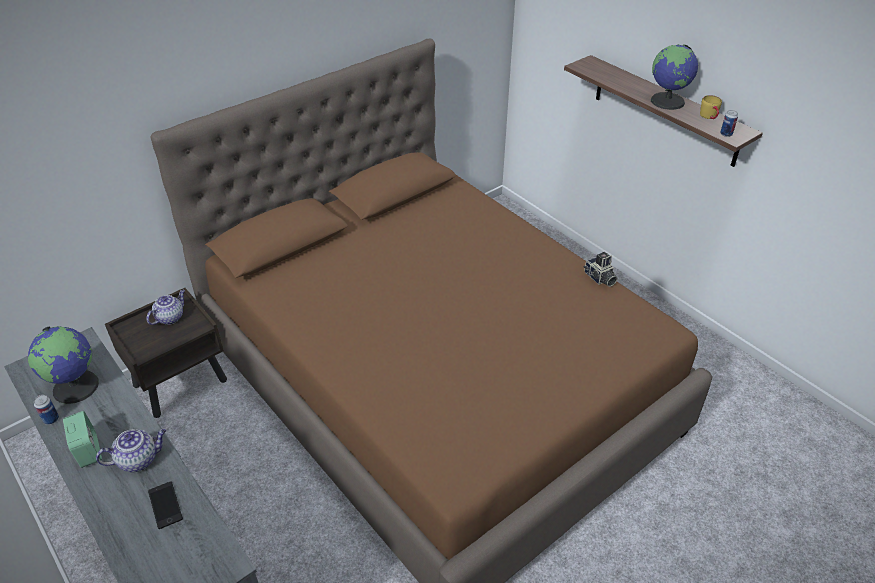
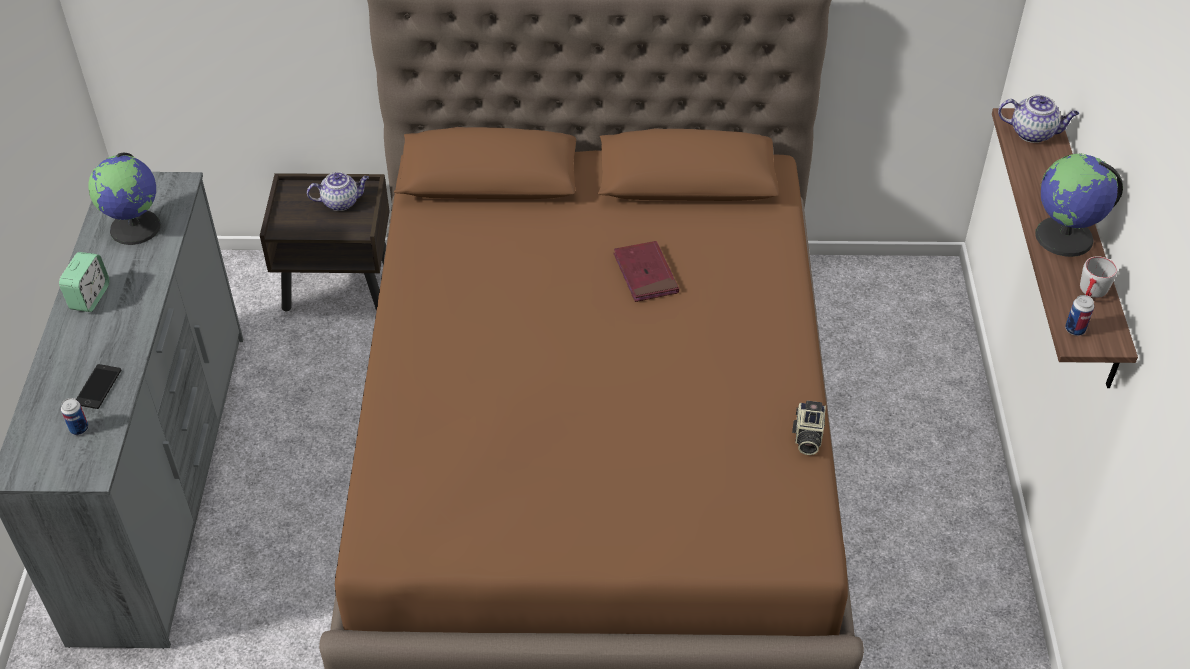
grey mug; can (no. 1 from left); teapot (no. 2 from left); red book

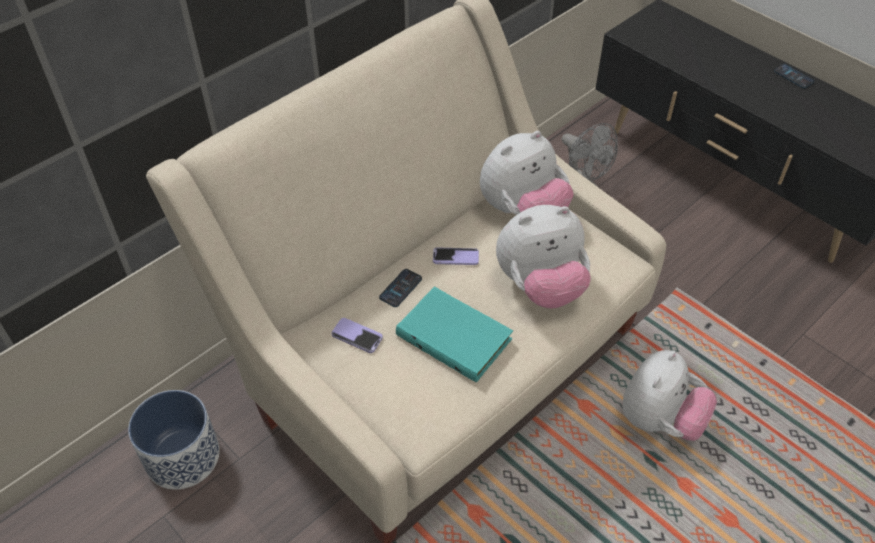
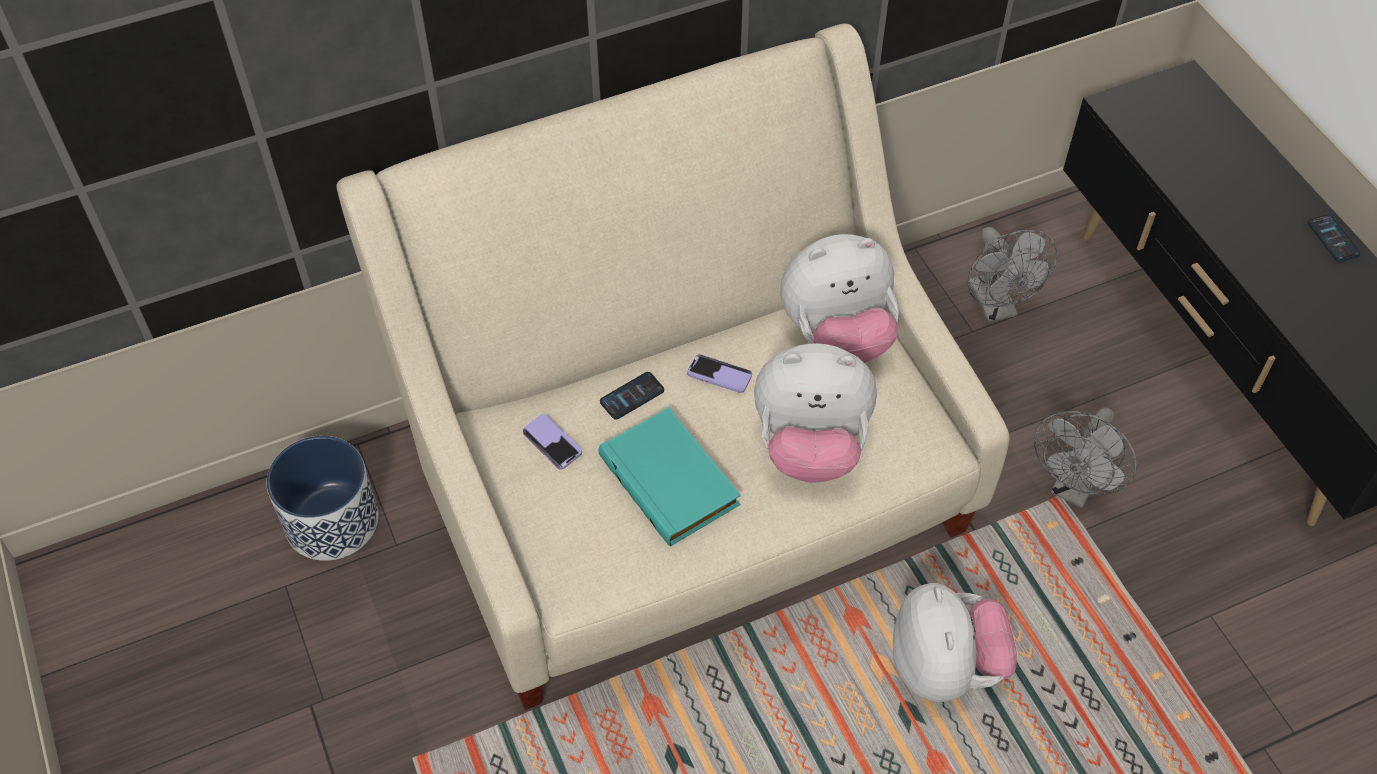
plush toy (no. 3 from left); grey fan (no. 2 from left)

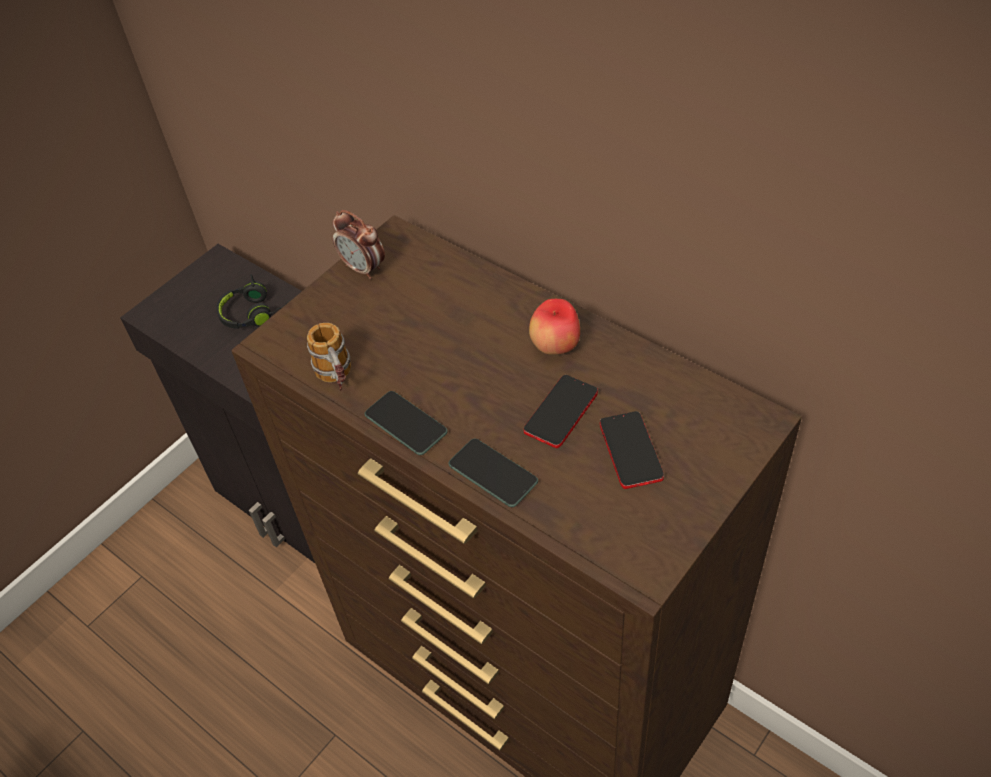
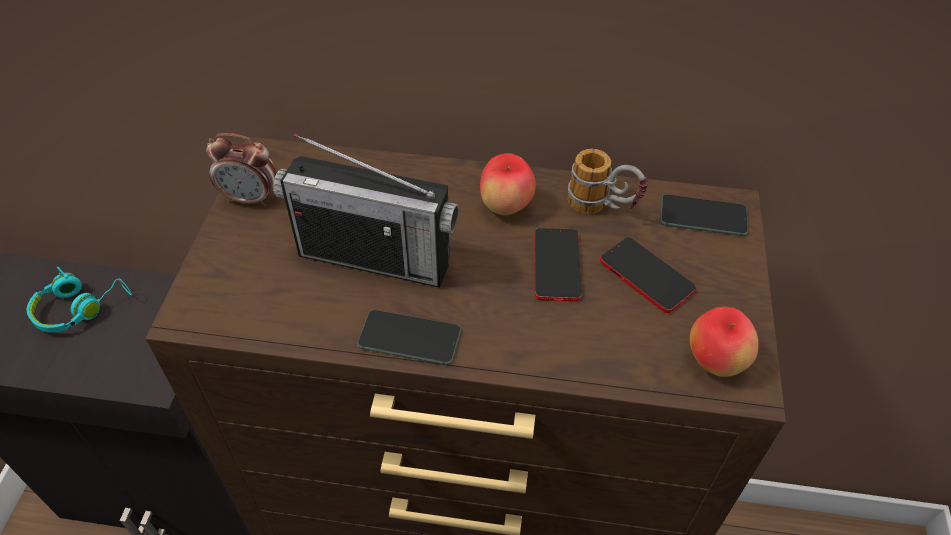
turquoise headphones; mug; phone (no. 4 from left); radio; apple (no. 2 from left)

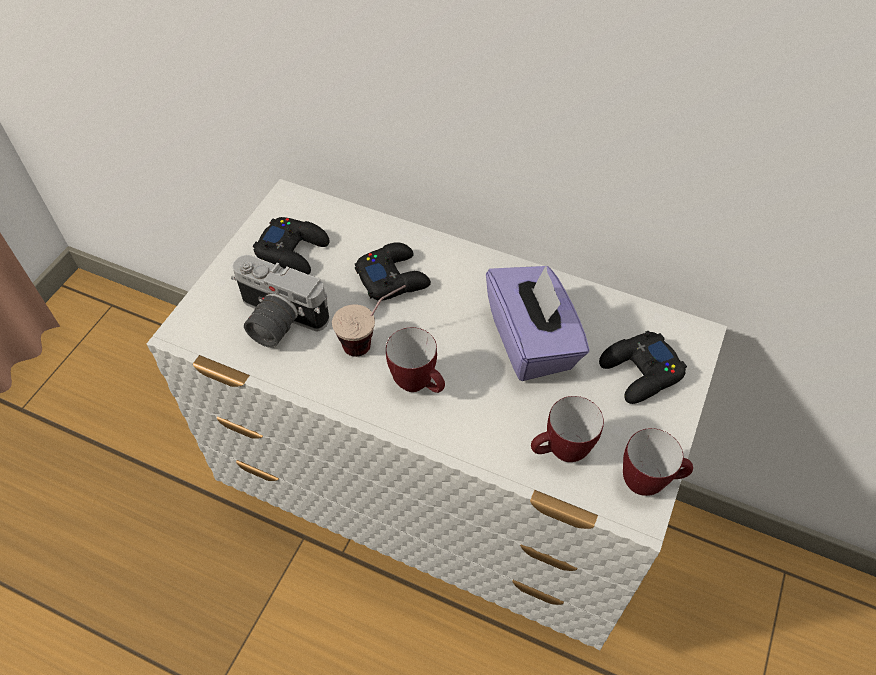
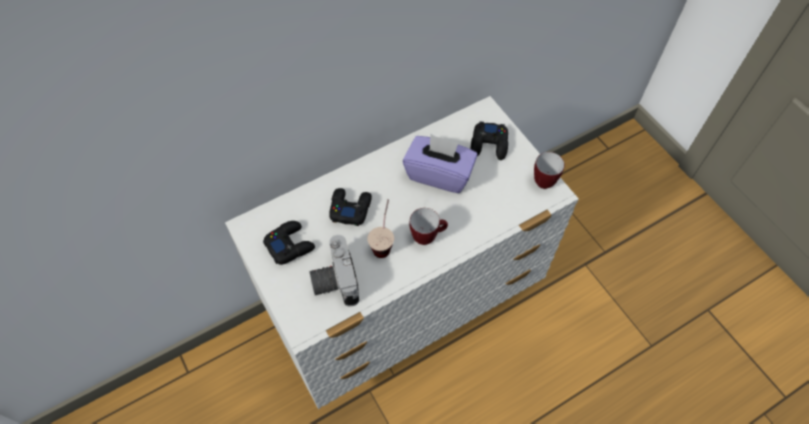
photo camera; mug (no. 2 from left in the first image)

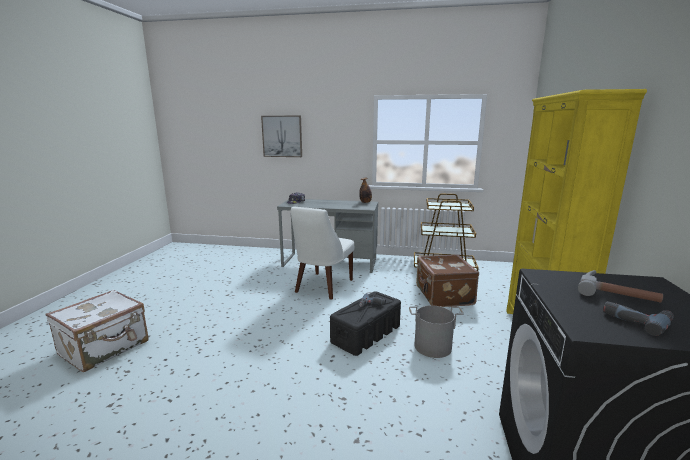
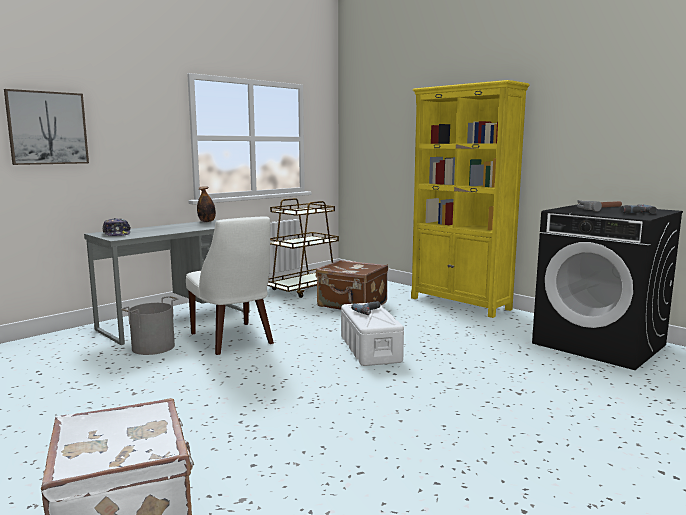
white storage box; grey bucket

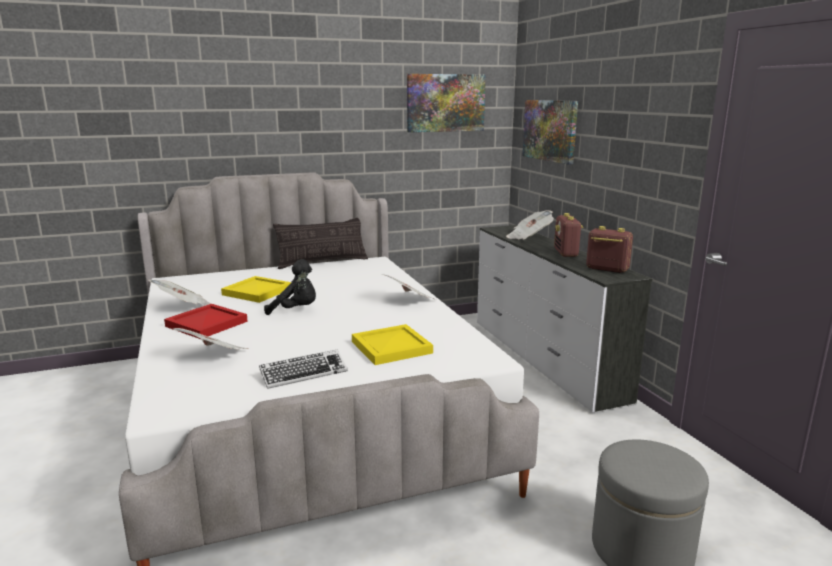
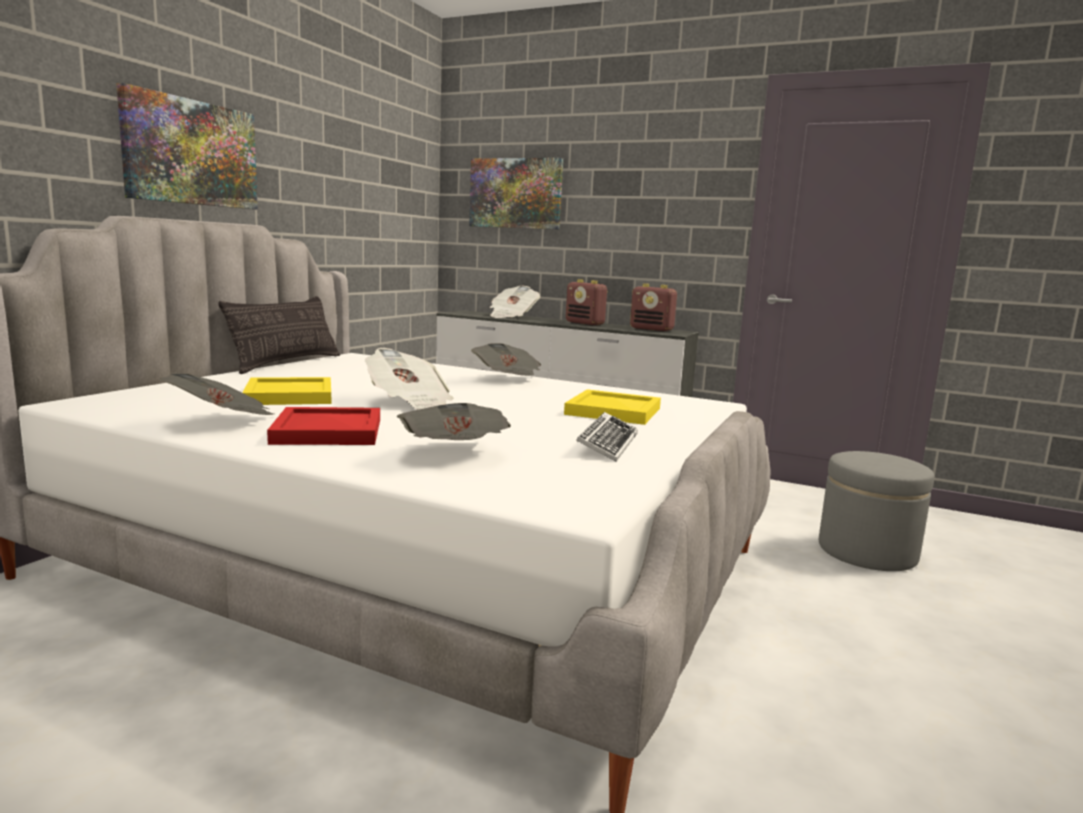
picture (no. 1 from left); radio (no. 2 from left); newspaper (no. 2 from left)

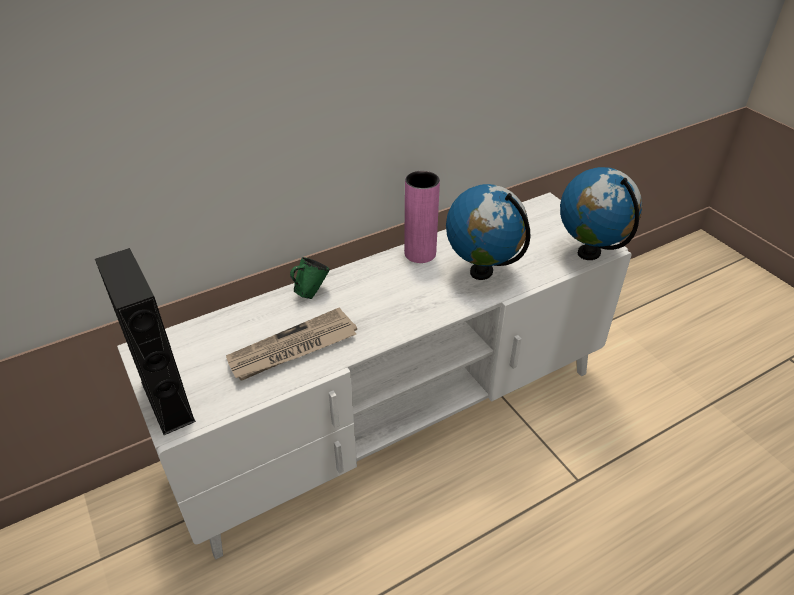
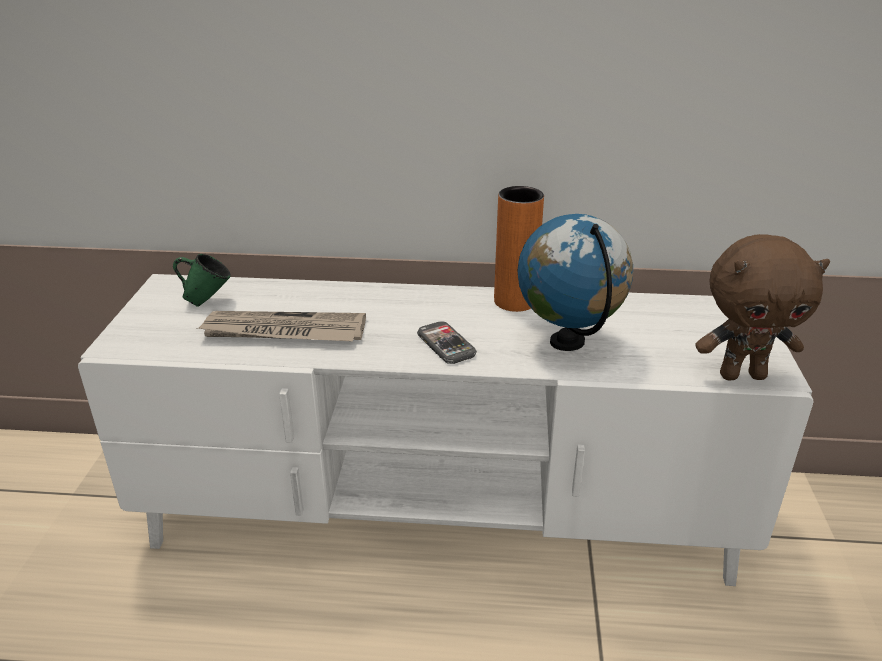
brown plush toy; orange vase; black speaker; green mug; phone

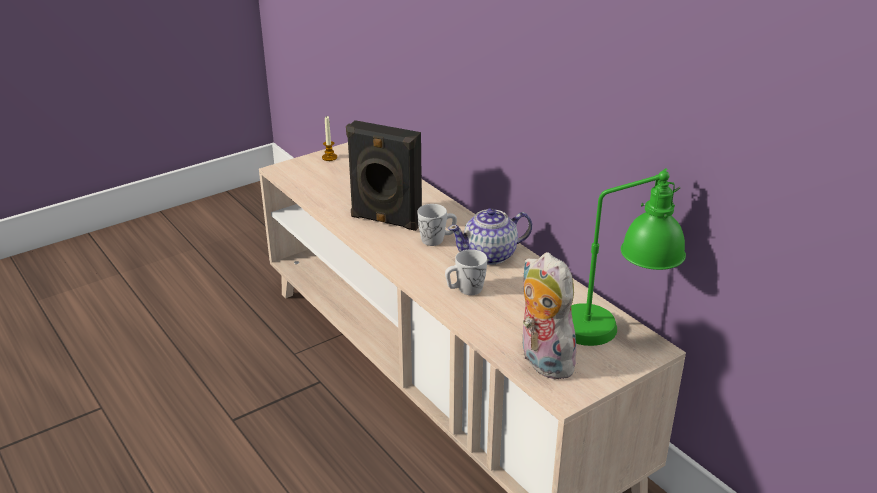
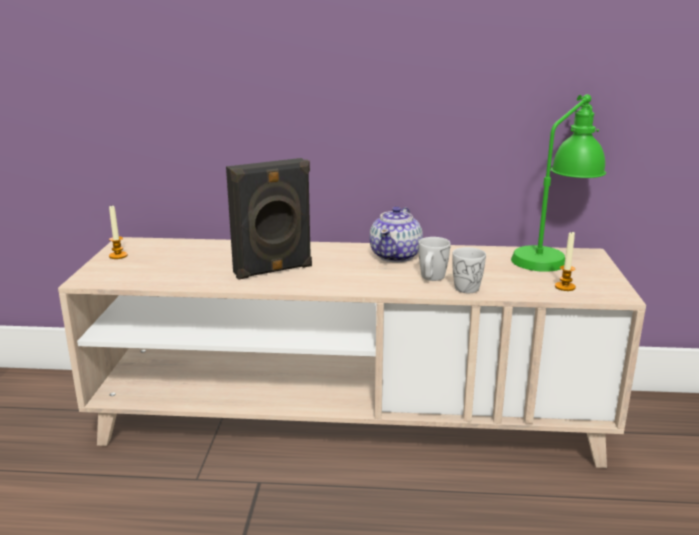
white mug (no. 2 from left); candle (no. 2 from left)

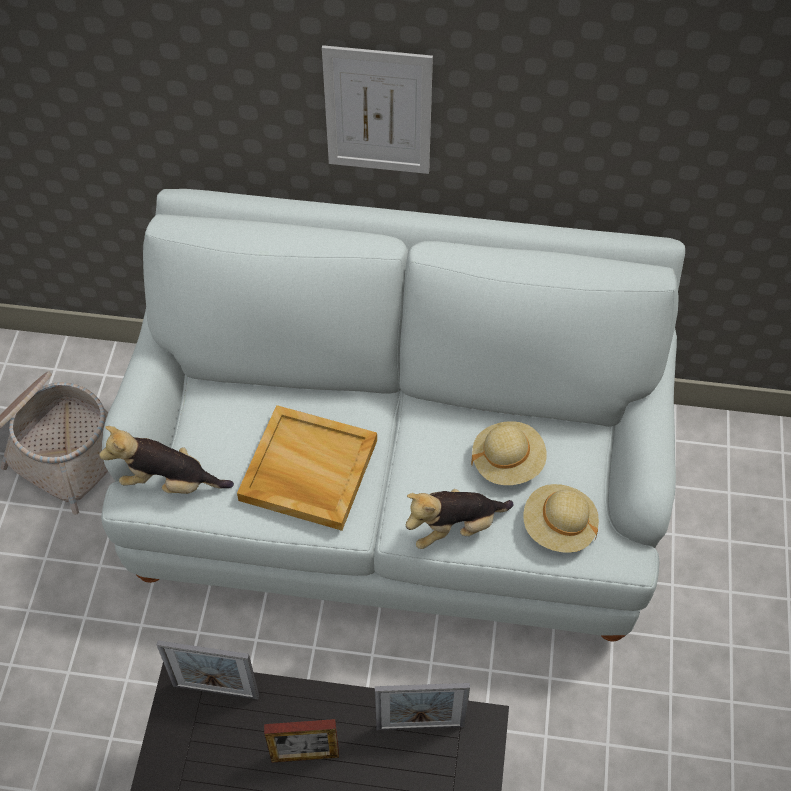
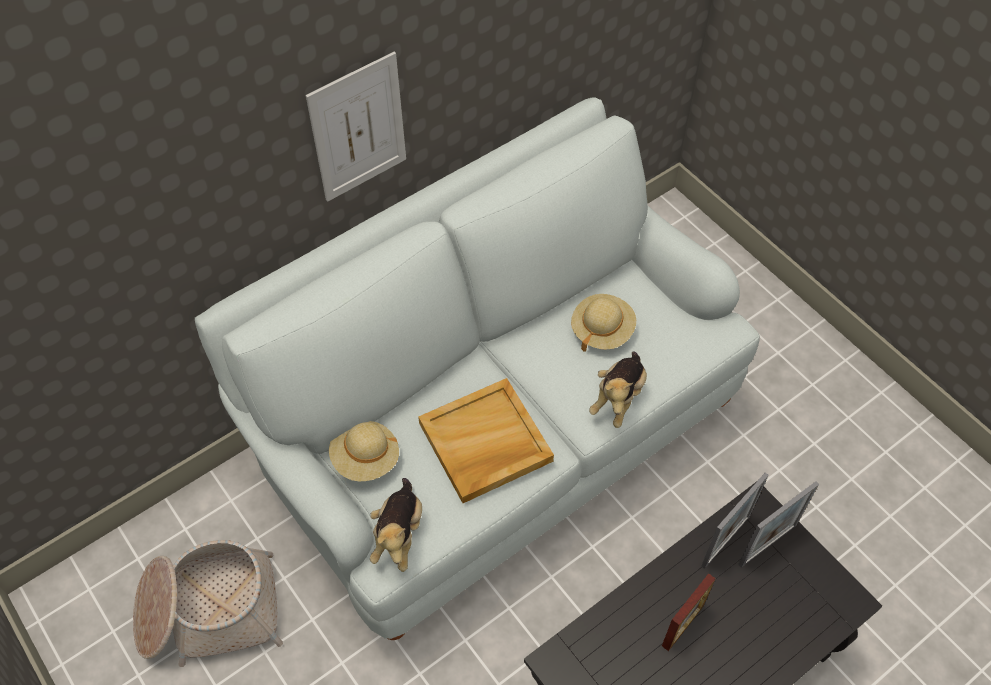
plush toy (no. 1 from left); beige hat (no. 1 from left); picture frame (no. 3 from left)

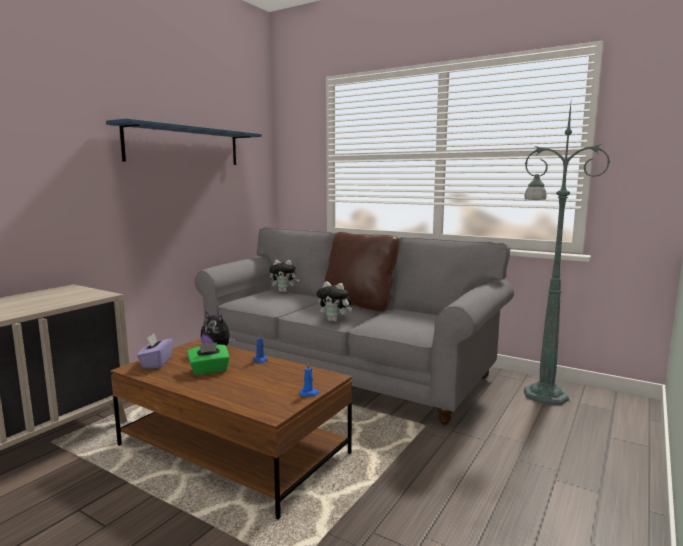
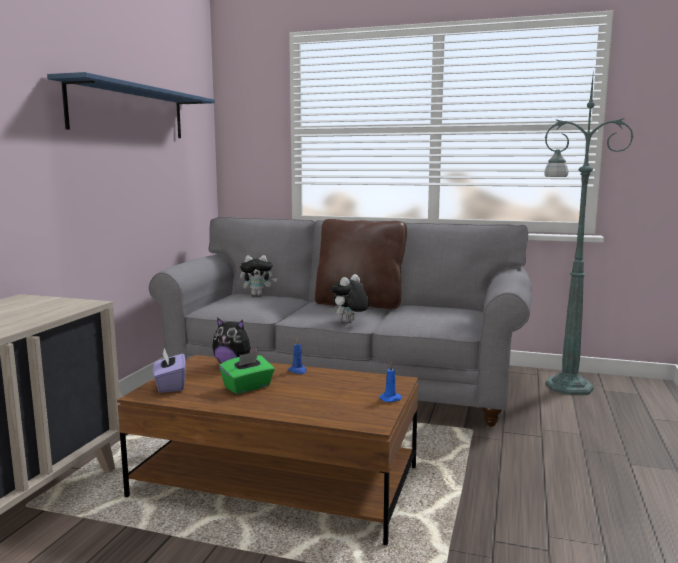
plush toy (no. 3 from left)

